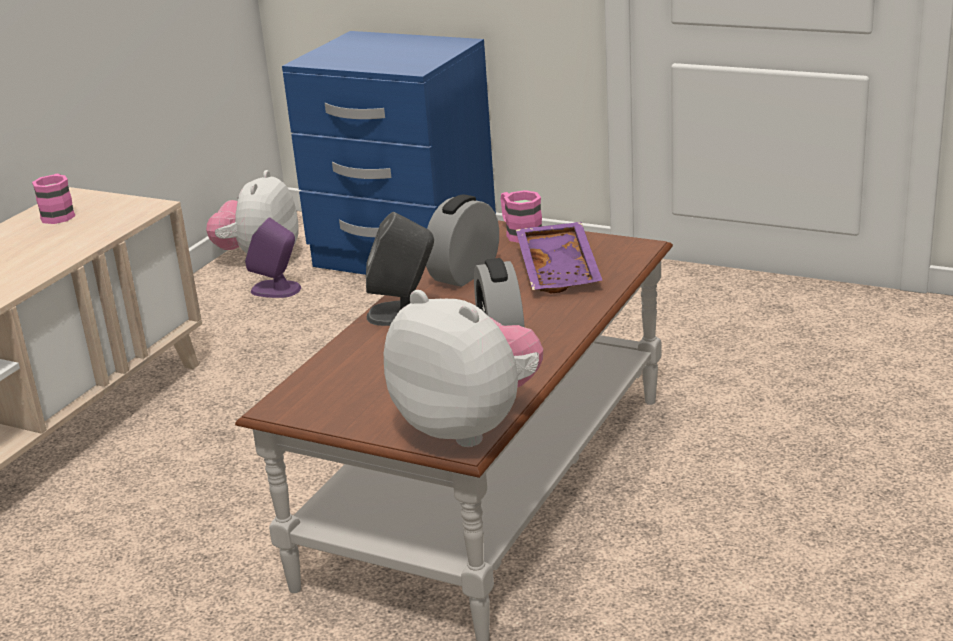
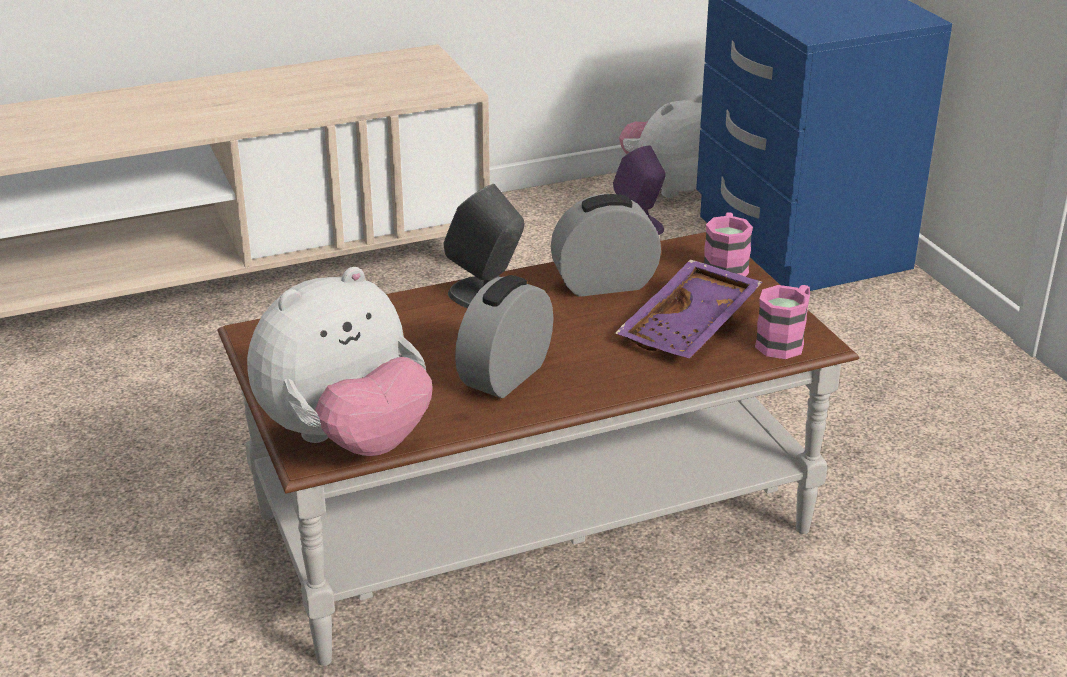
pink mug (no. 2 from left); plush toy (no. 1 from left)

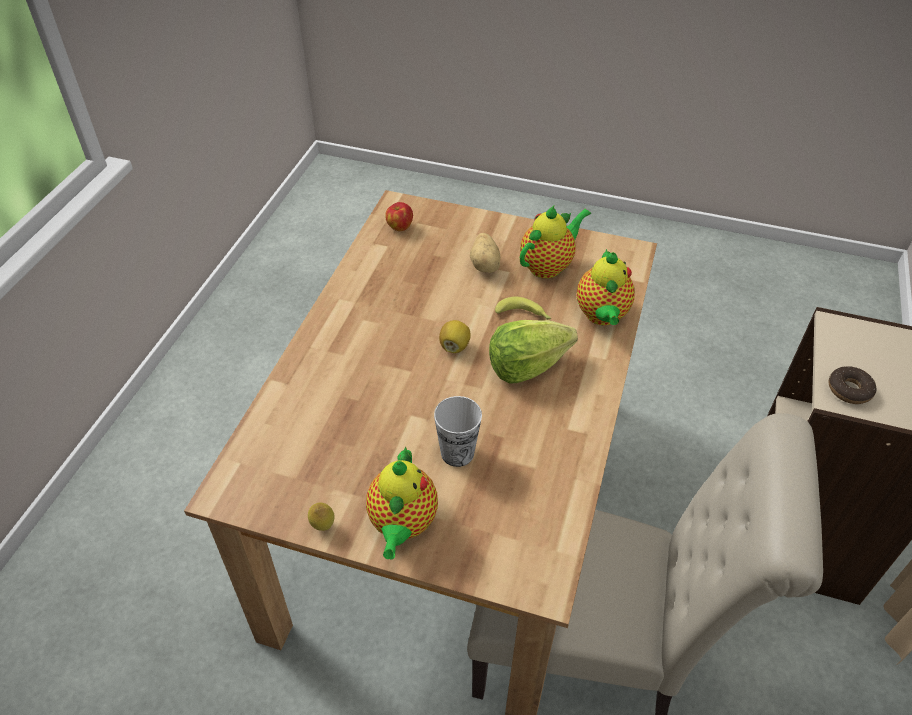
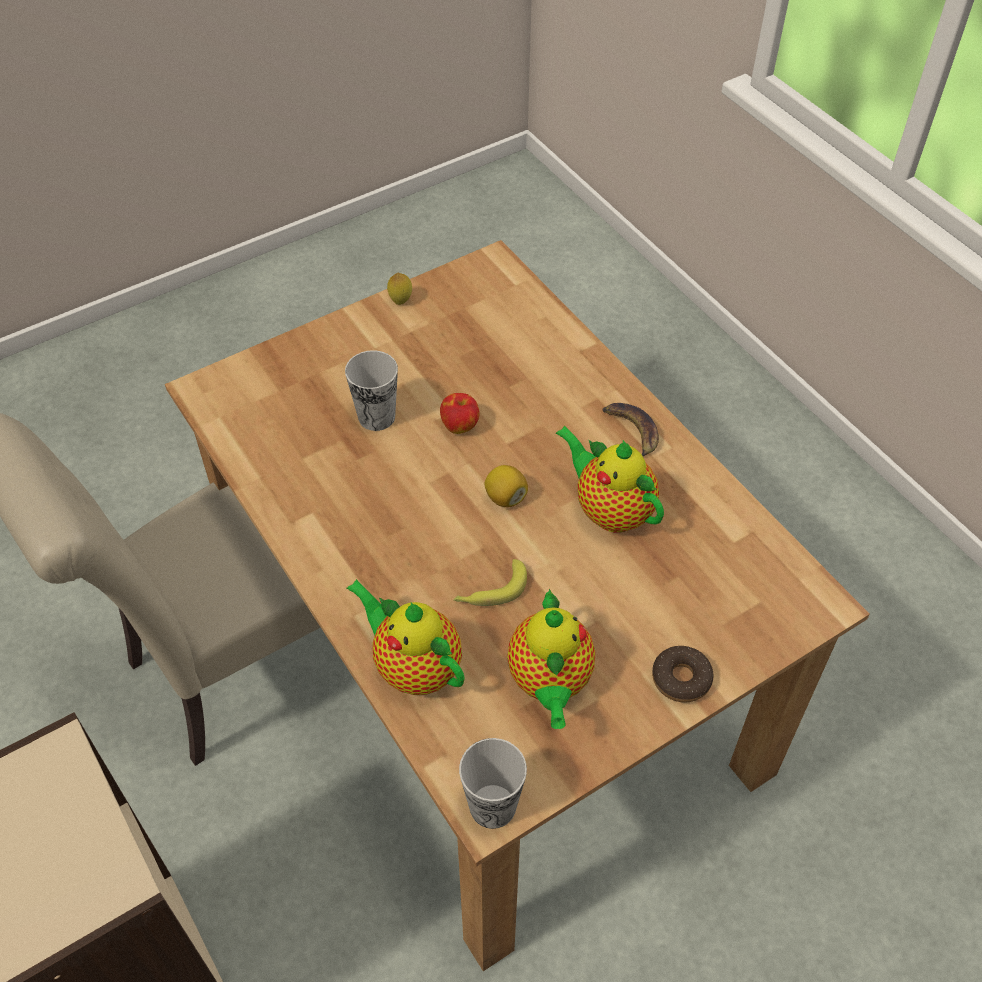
apple; potato; lettuce; donut; teapot (no. 3 from left); banana (no. 2 from left); cup (no. 2 from left)

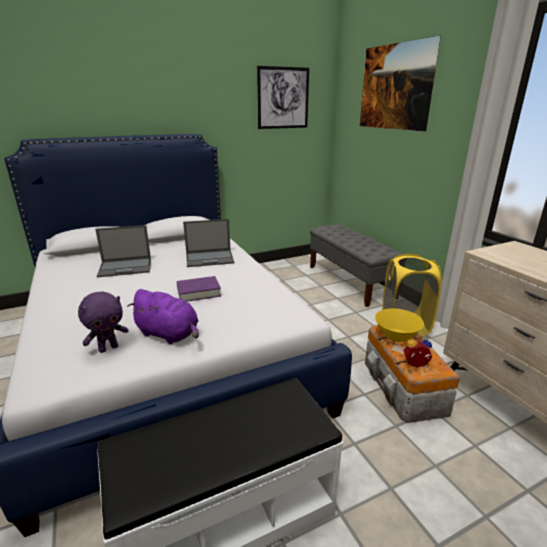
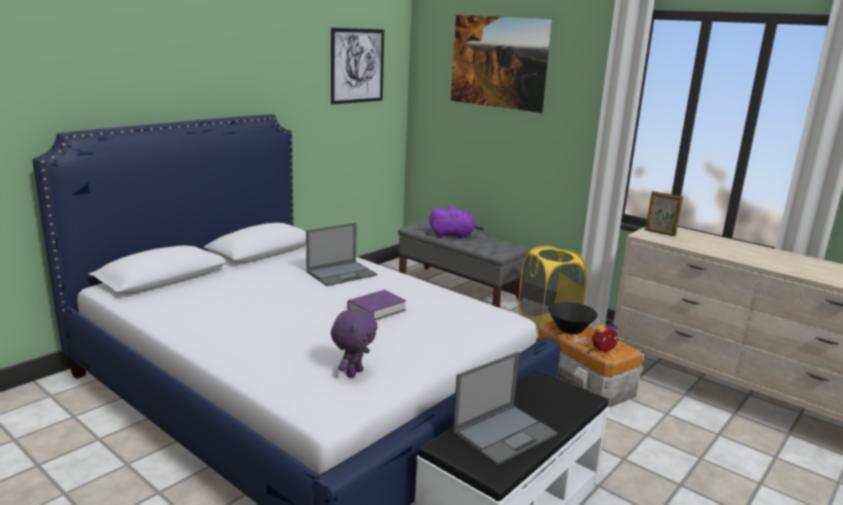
laptop (no. 2 from left); purple plush toy (no. 2 from left); black bowl; picture frame

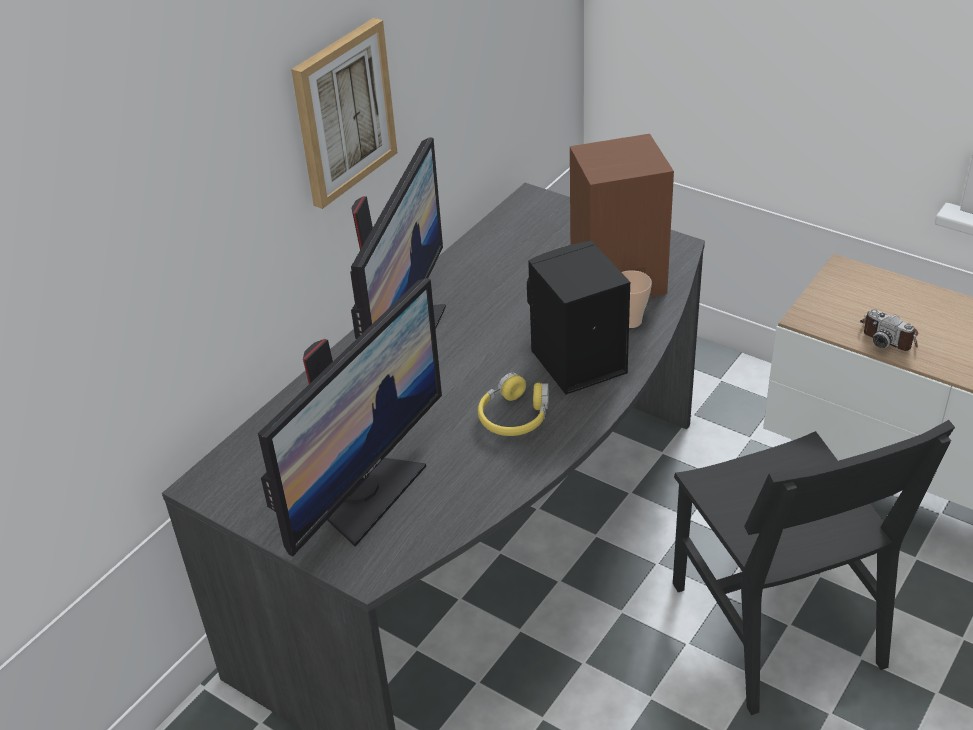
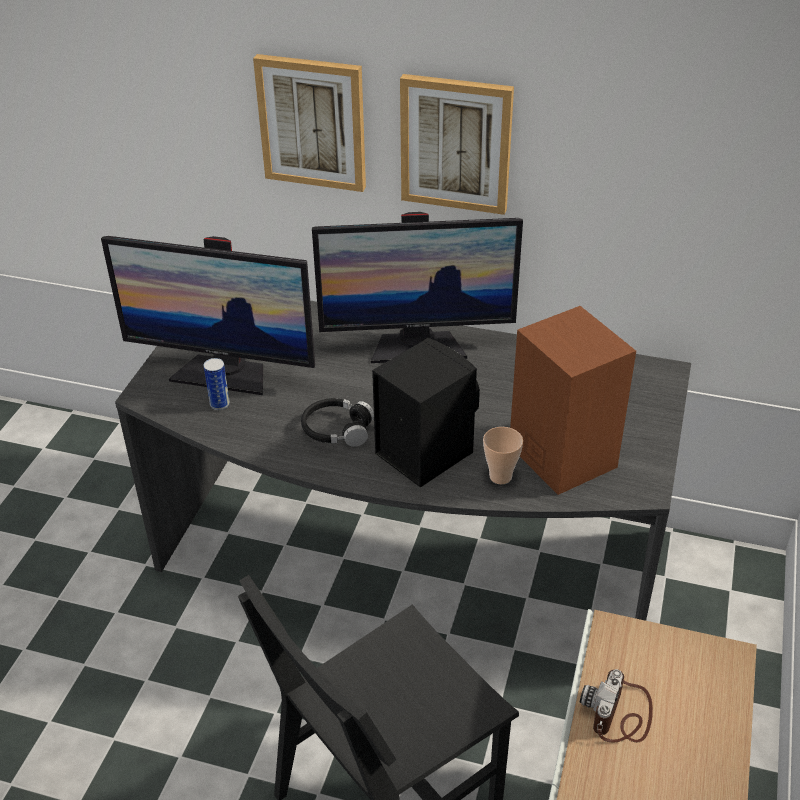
black headphones; picture (no. 1 from left); can

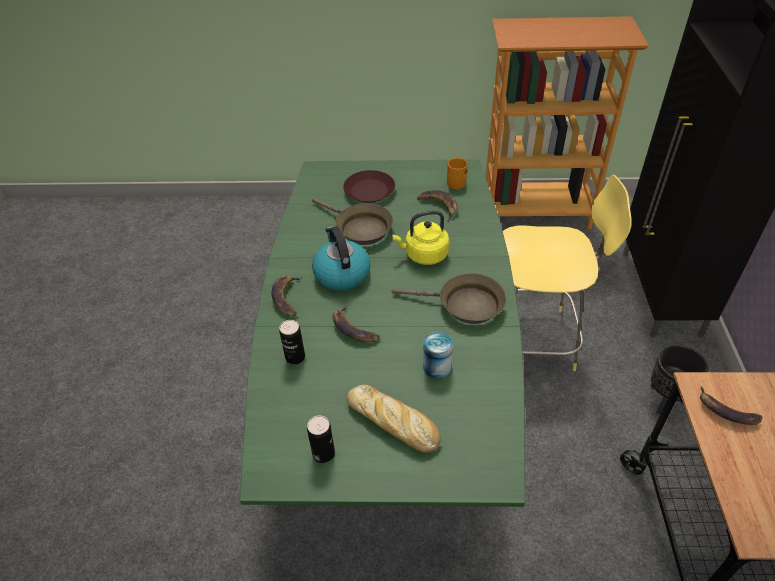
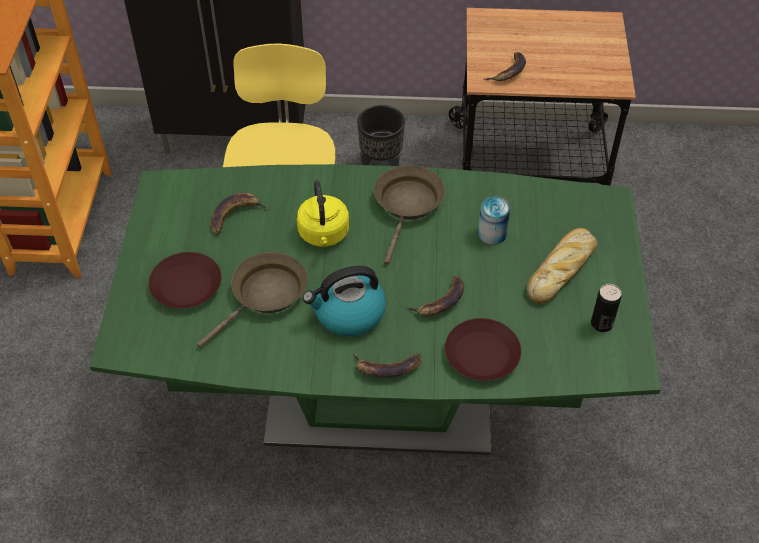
orange mug; brown plate (no. 2 from left)

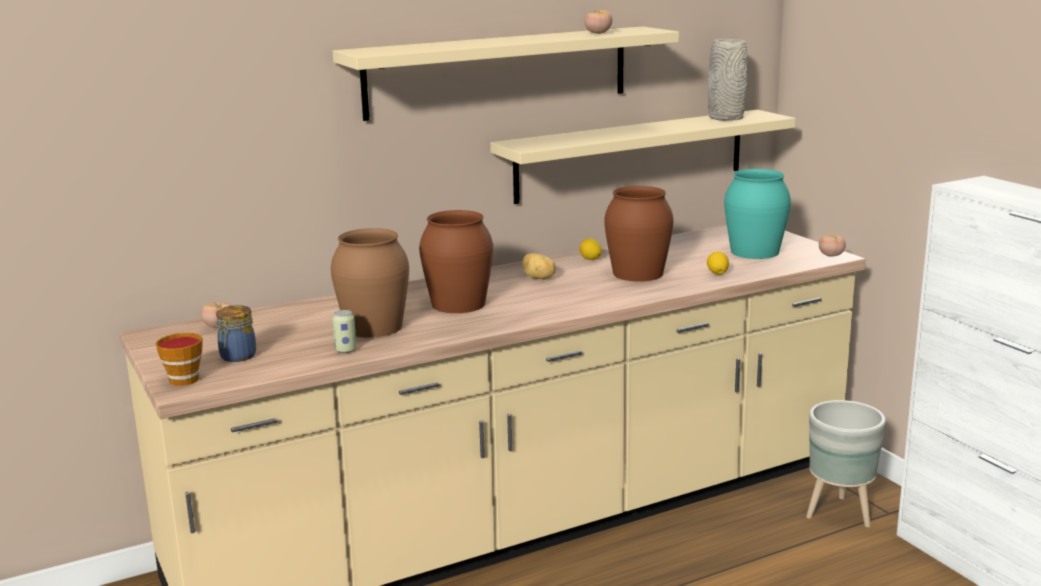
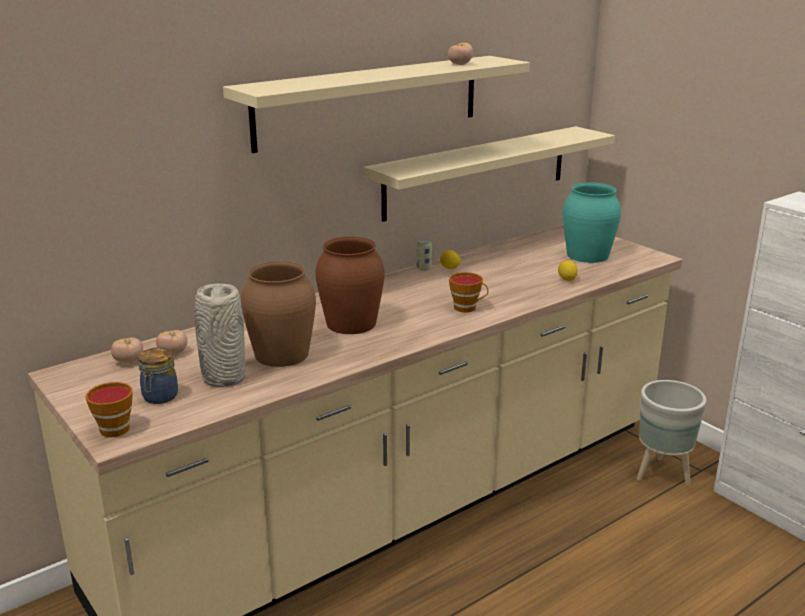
grey vase; brown vase (no. 3 from left in the first image); tomato (no. 2 from left); potato; can; cup (no. 2 from left)

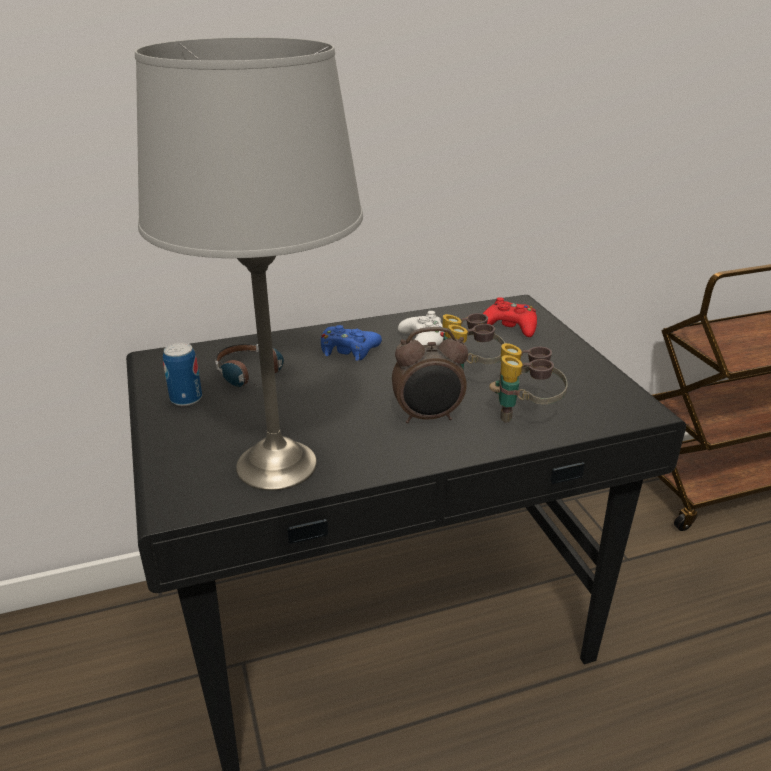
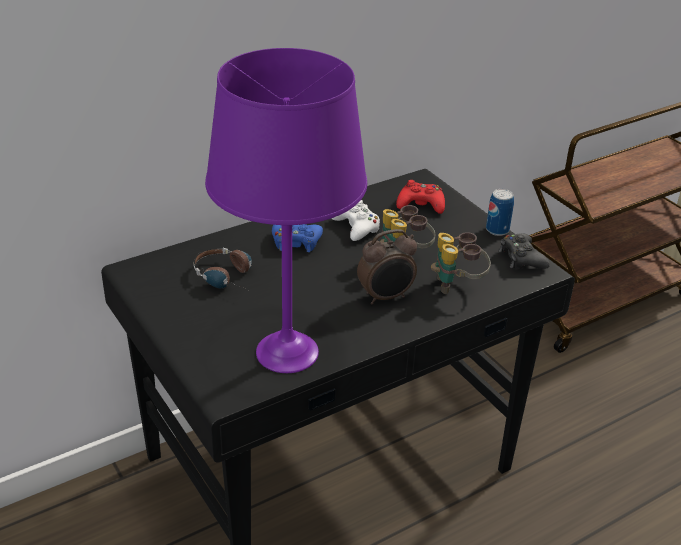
purple table lamp; can; black game controller

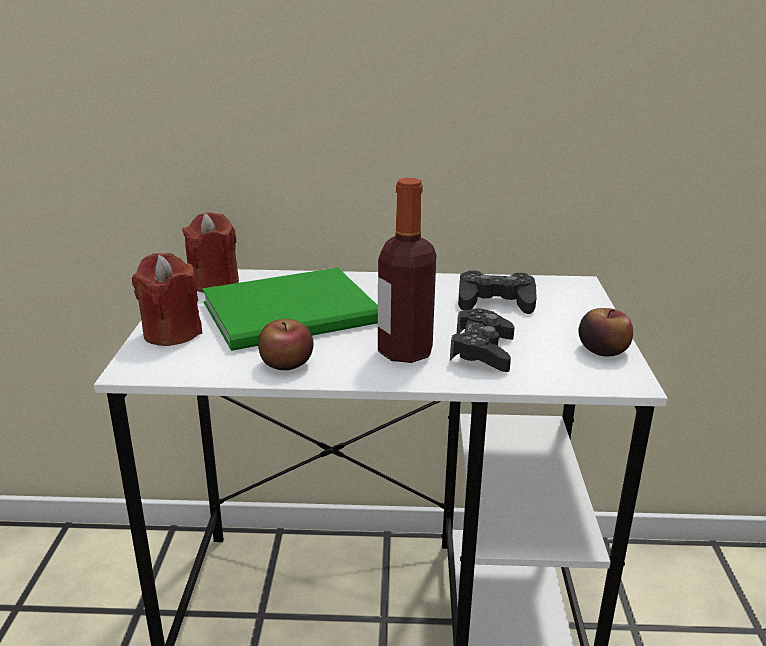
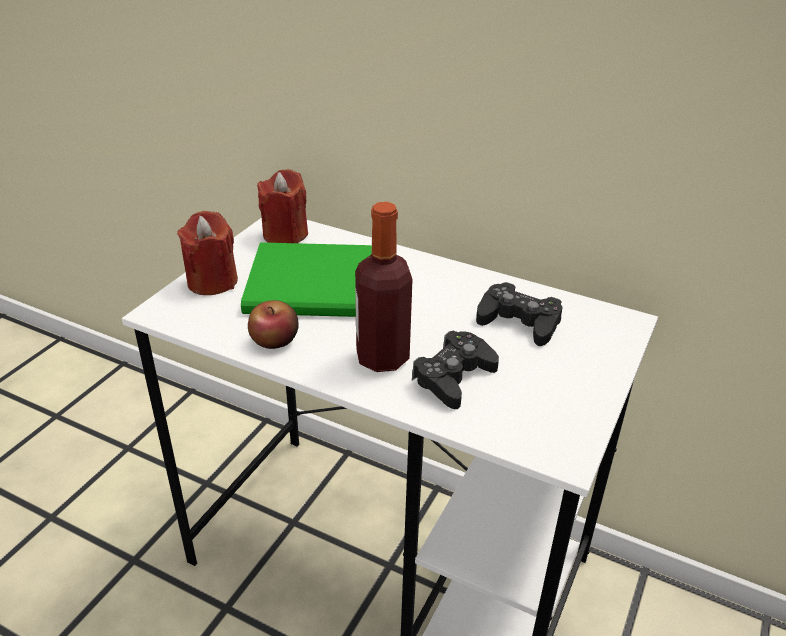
apple (no. 2 from left in the first image)

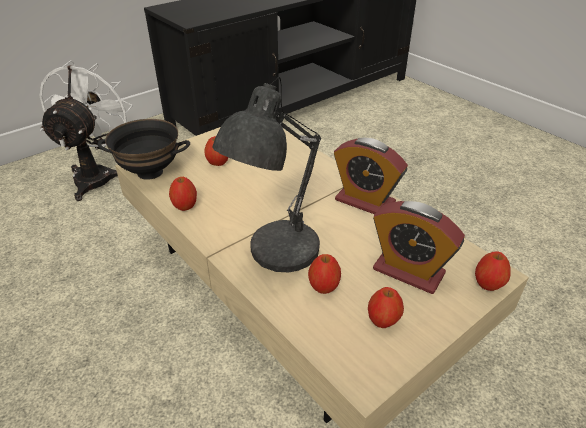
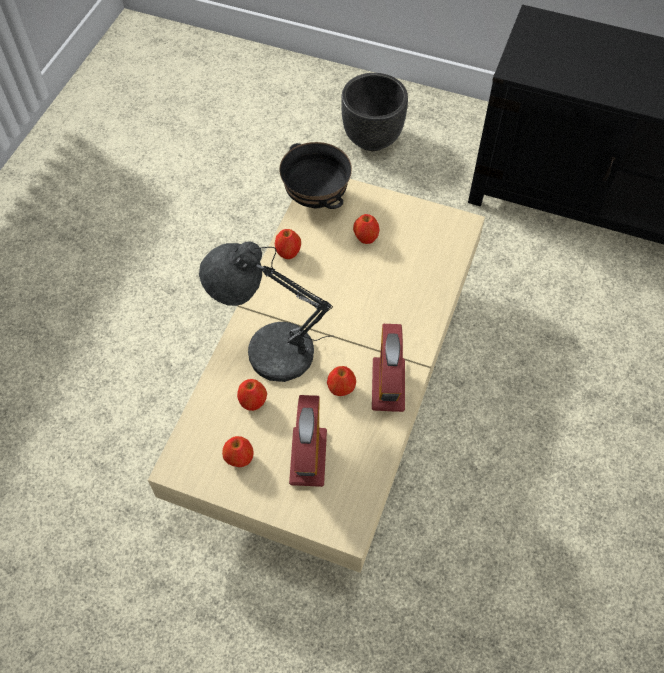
black planter; apple (no. 4 from left)

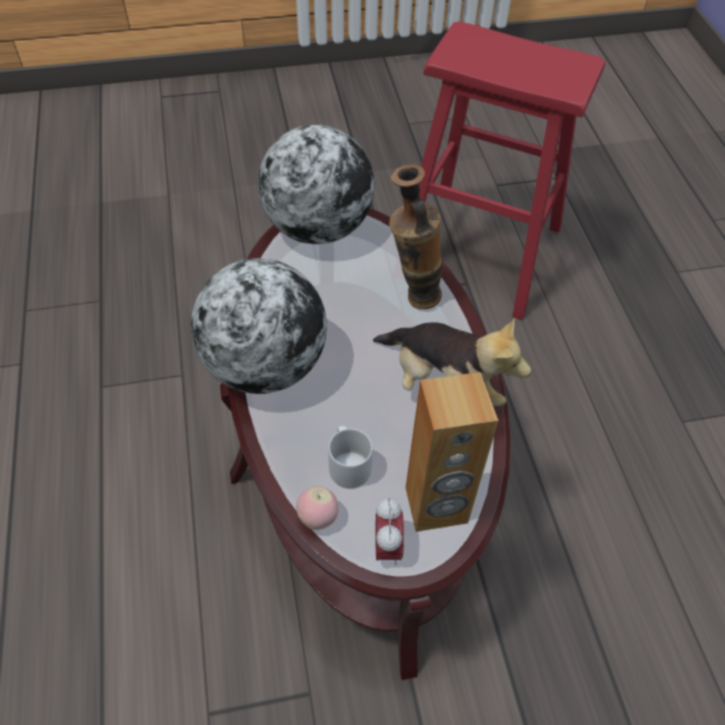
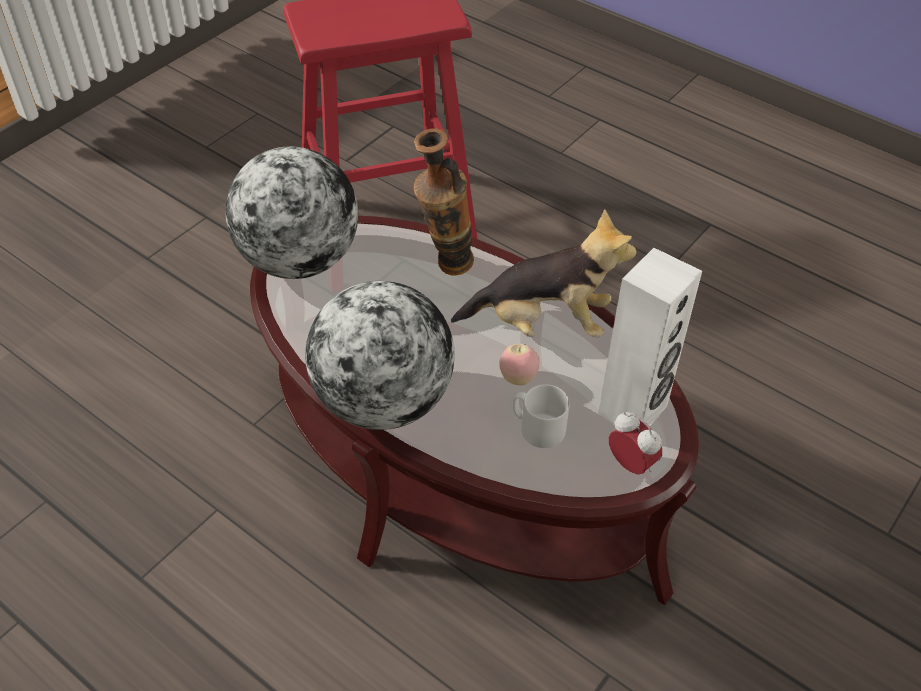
white speaker; apple

